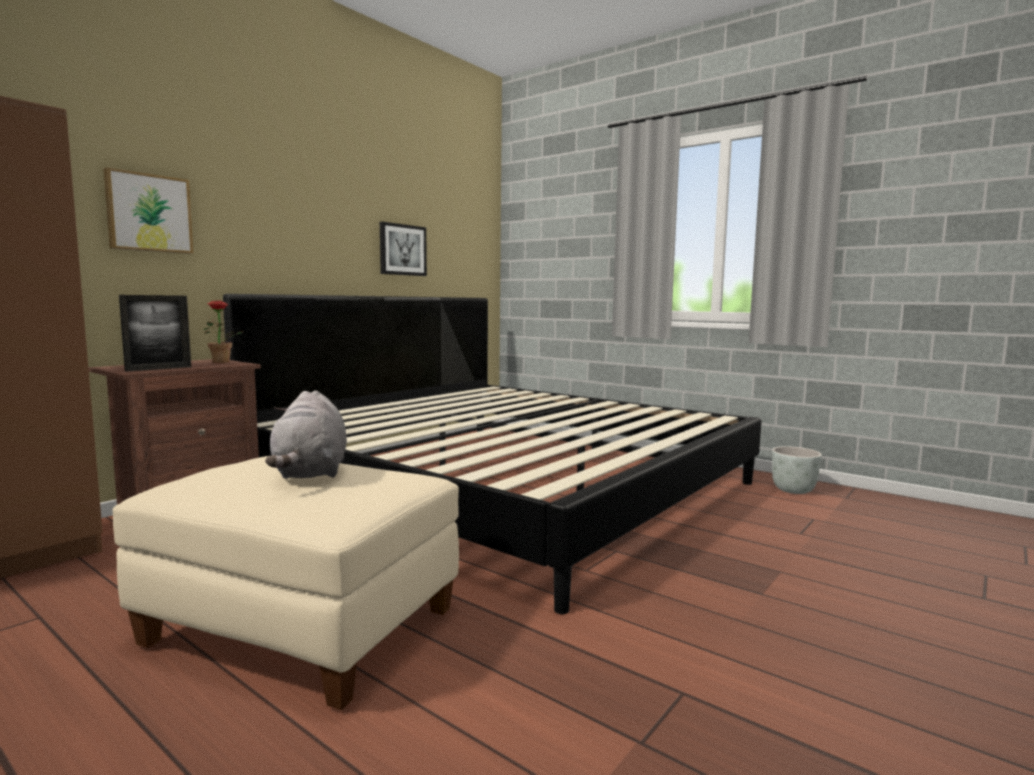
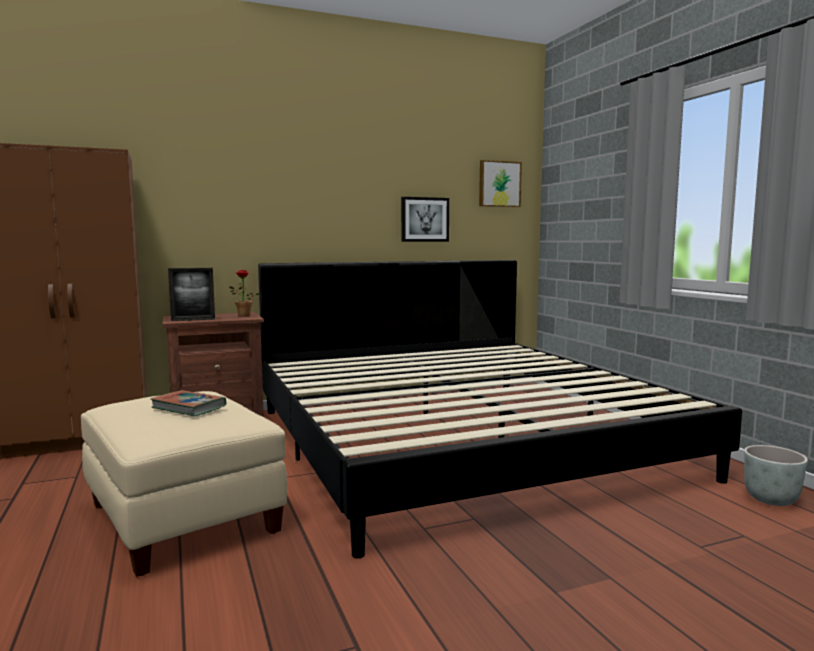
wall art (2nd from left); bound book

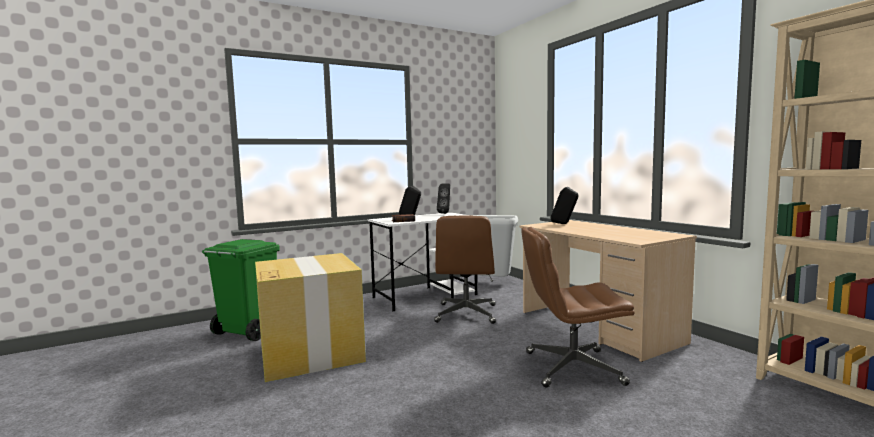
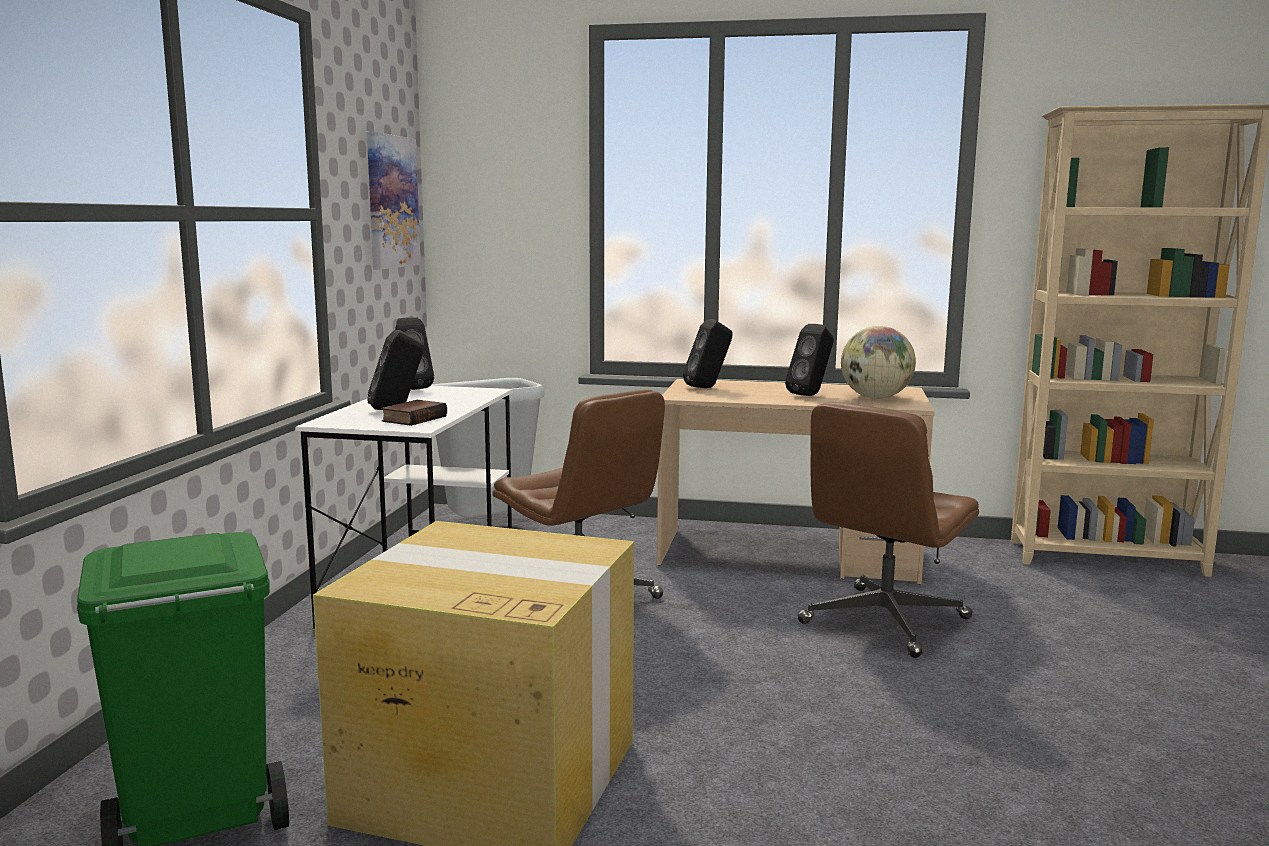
wall art; black-coloured speaker (4th from left); world globe

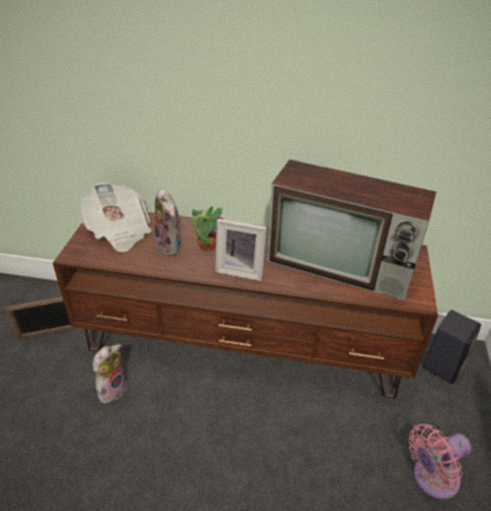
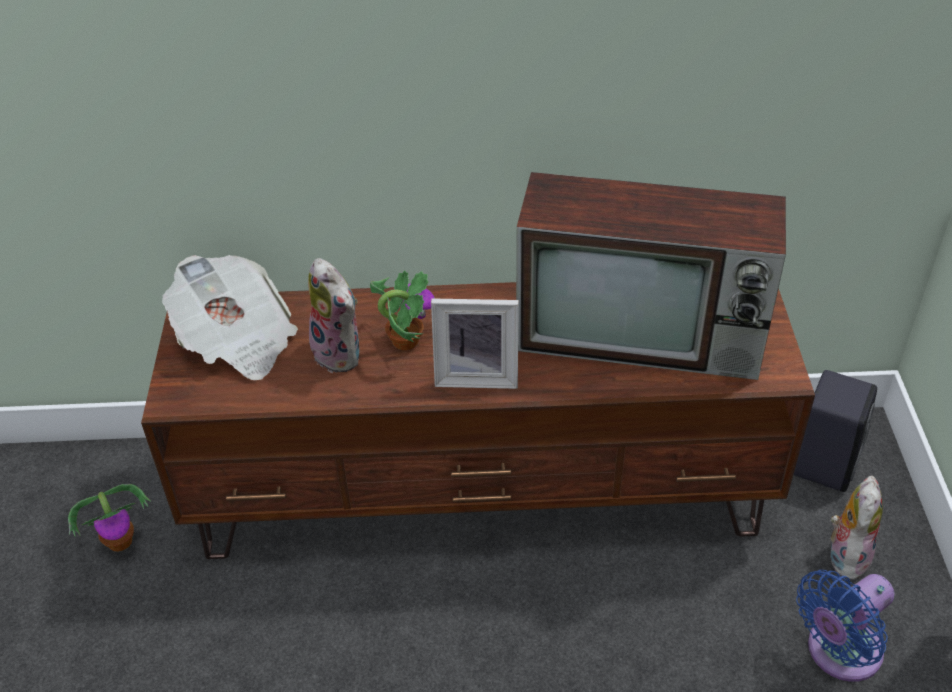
plush toy (2nd from left); plant in a pot (1st from left); bluish electric fan

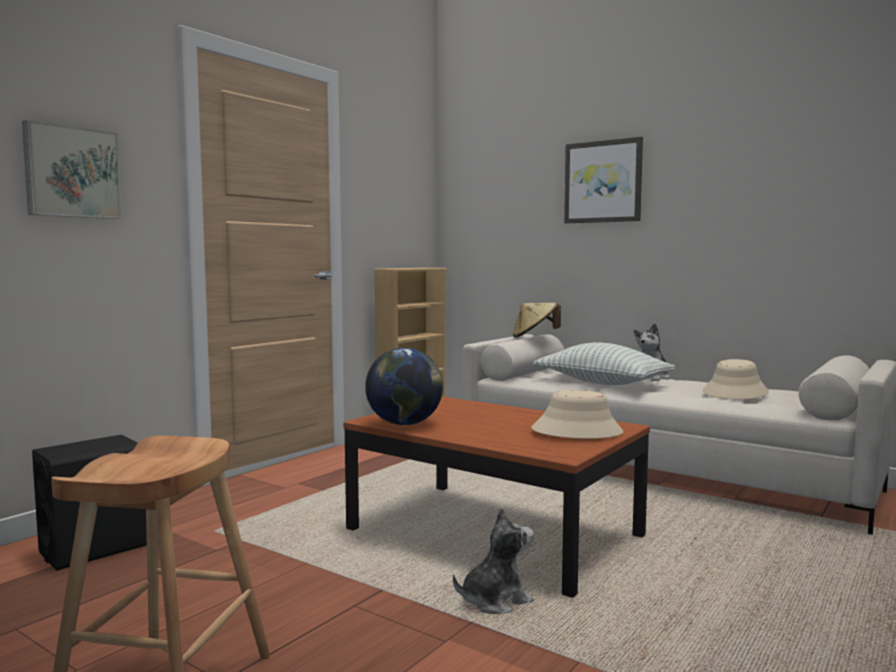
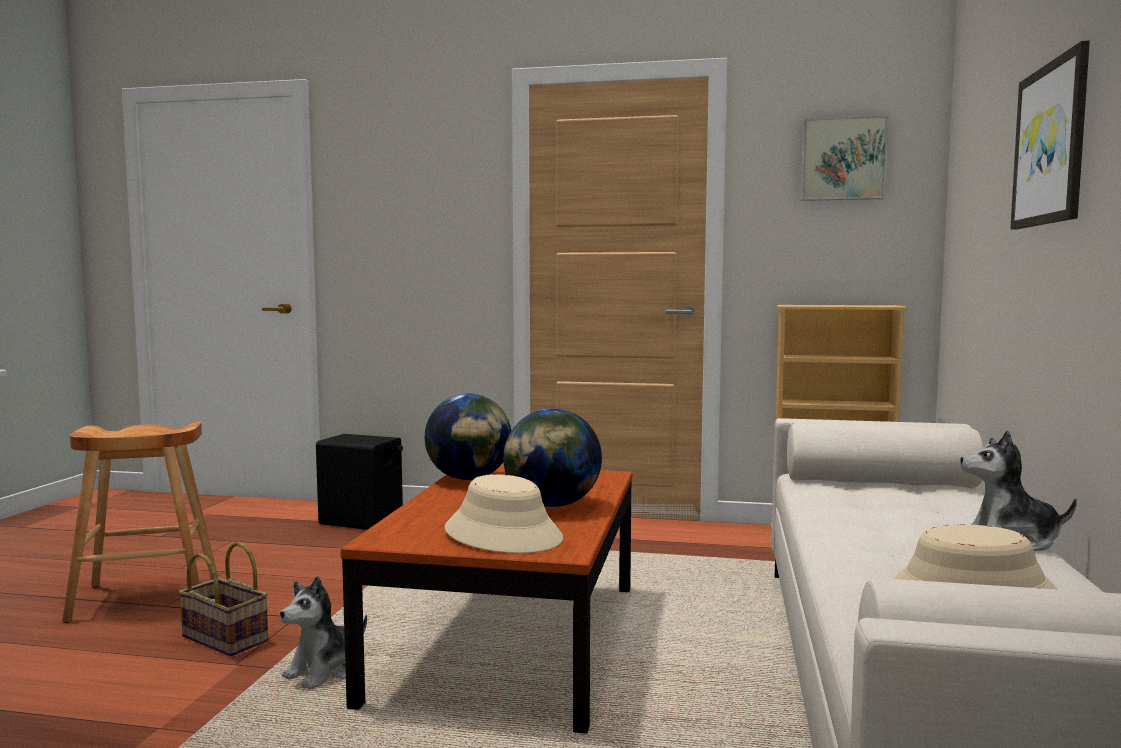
beige wearable hat (1st from left in the first image); throw pillow; storage basket; world globe (2nd from left); wall art (1st from left); plush toy (1st from left)

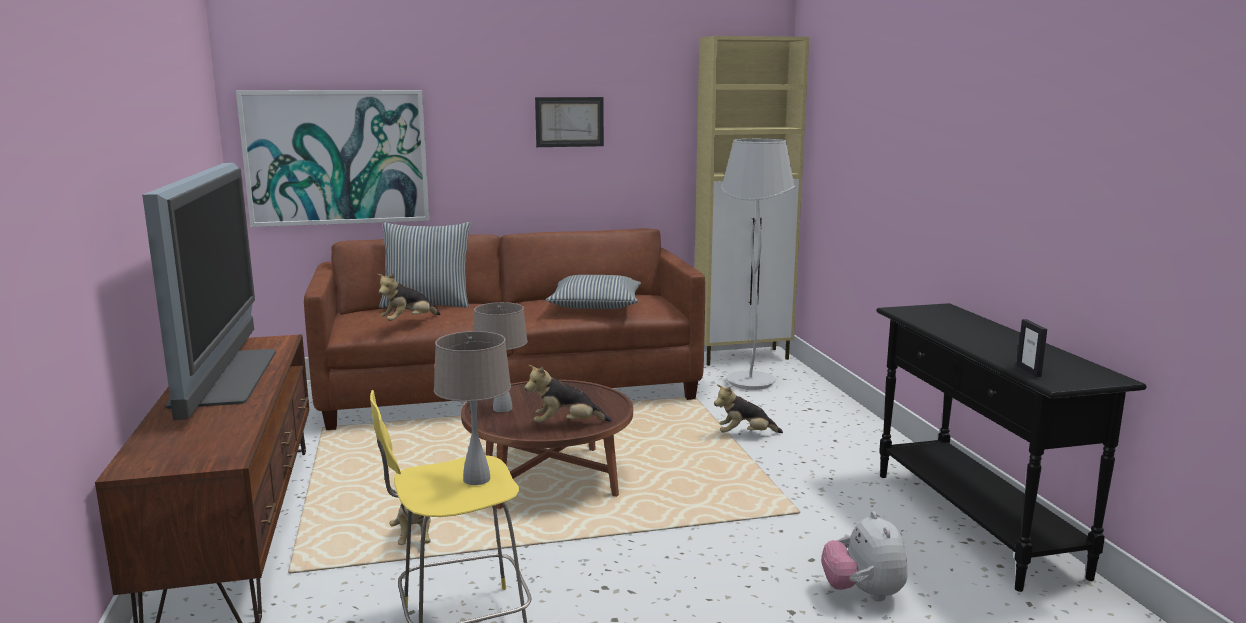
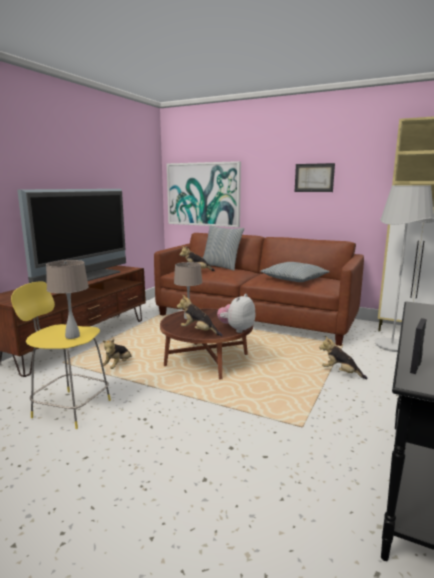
plush toy (4th from left)

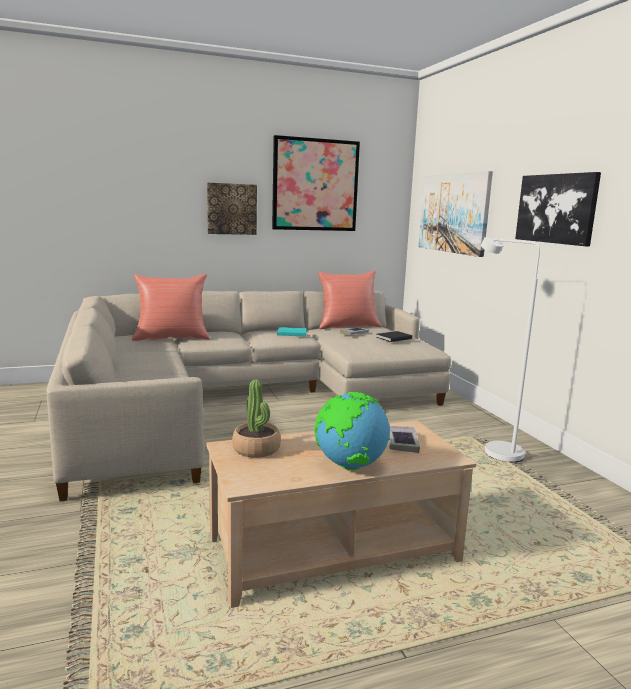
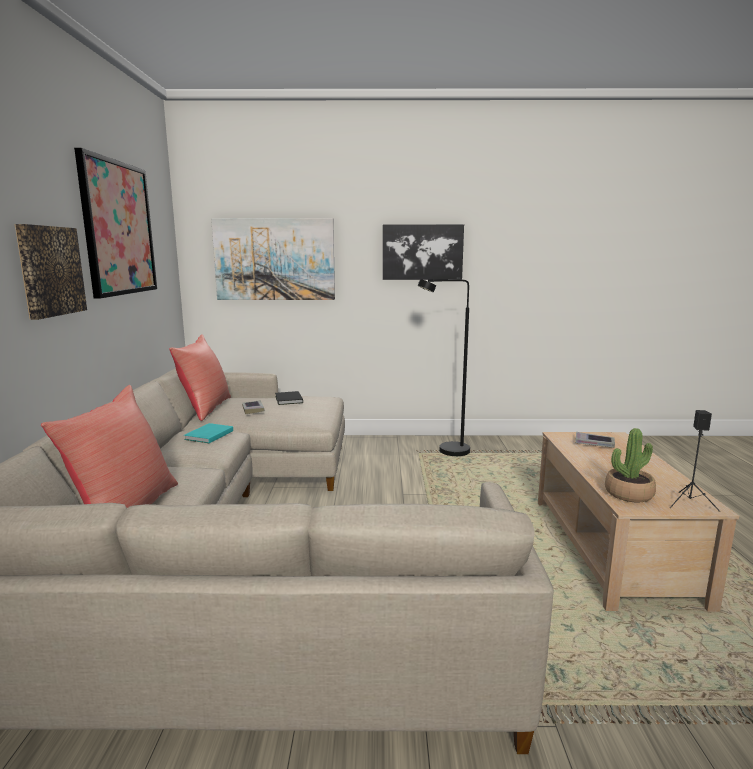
world globe; black-coloured speaker; black-coloured standing lamp

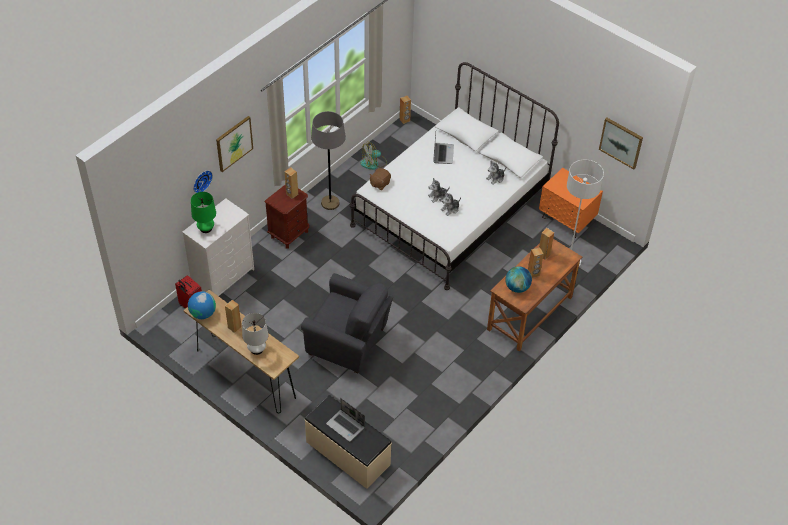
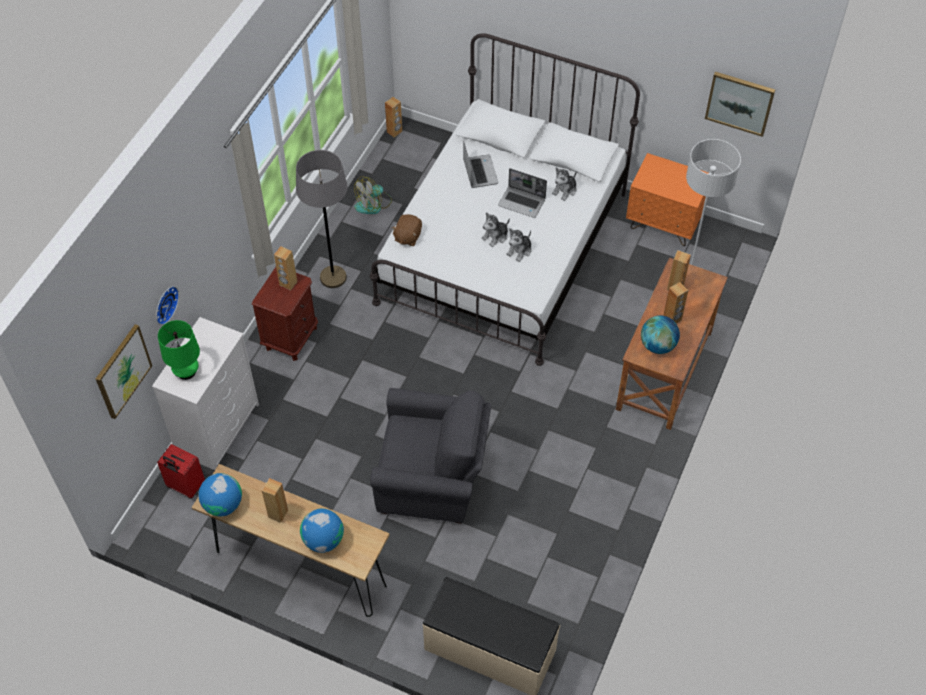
wall art (1st from left); notebook computer (2nd from left); world globe (2nd from left)

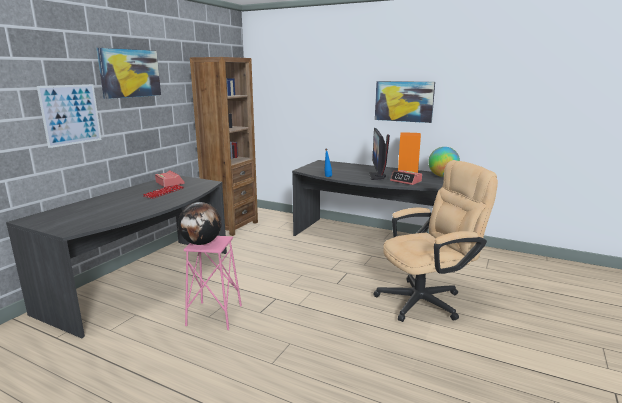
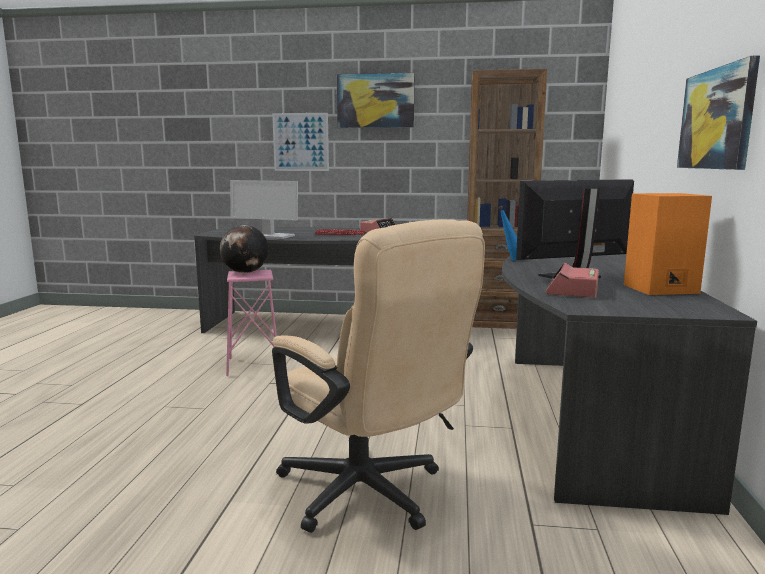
world globe (2nd from left in the first image); monitor (1st from left)

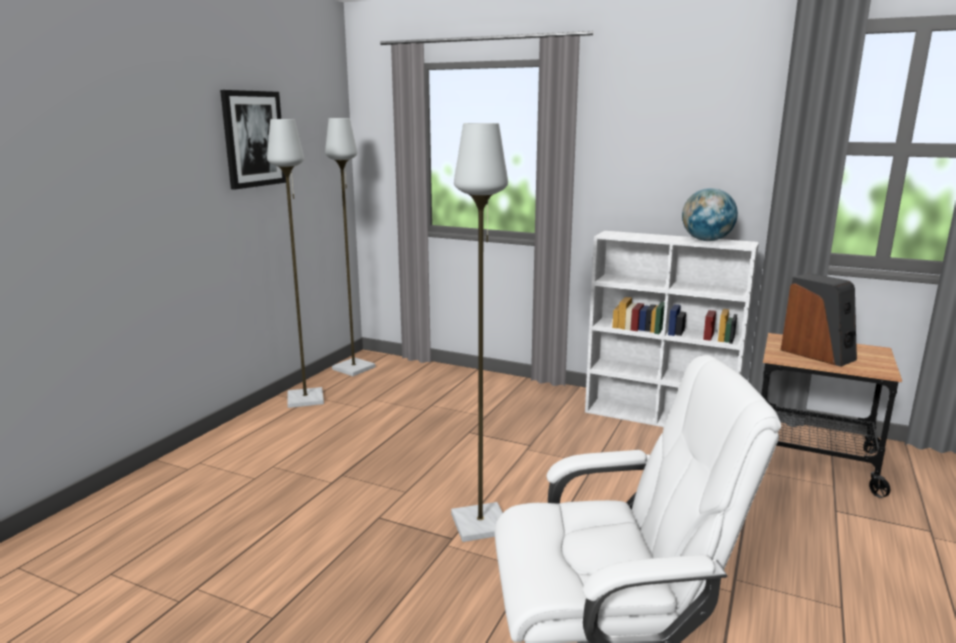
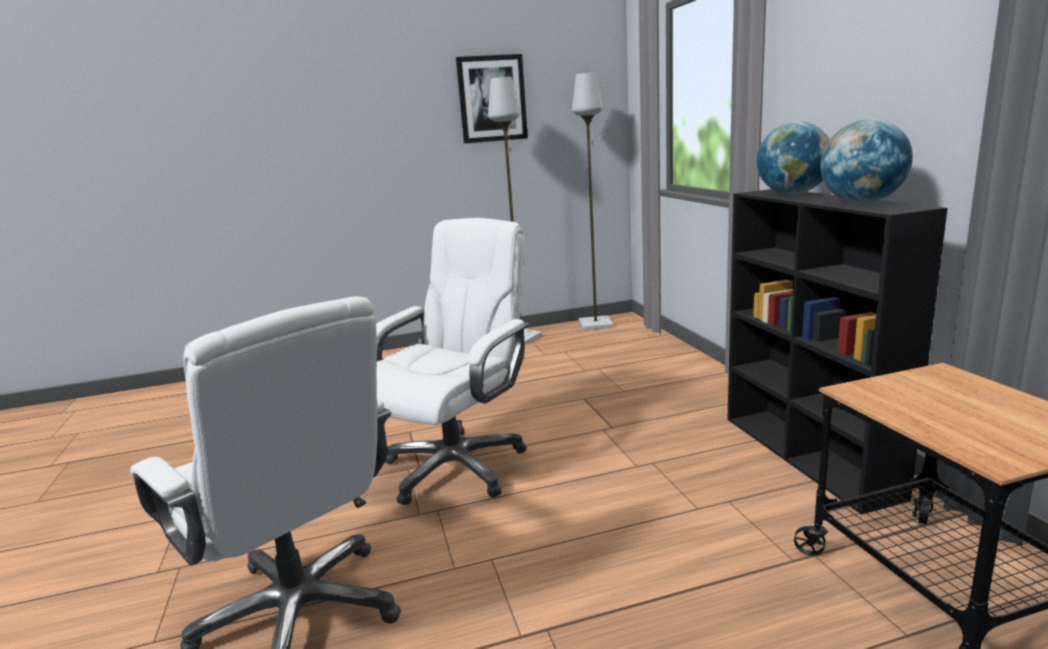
speaker; world globe (1st from left); whitish computer chair (2nd from left); black-coloured bookshelf

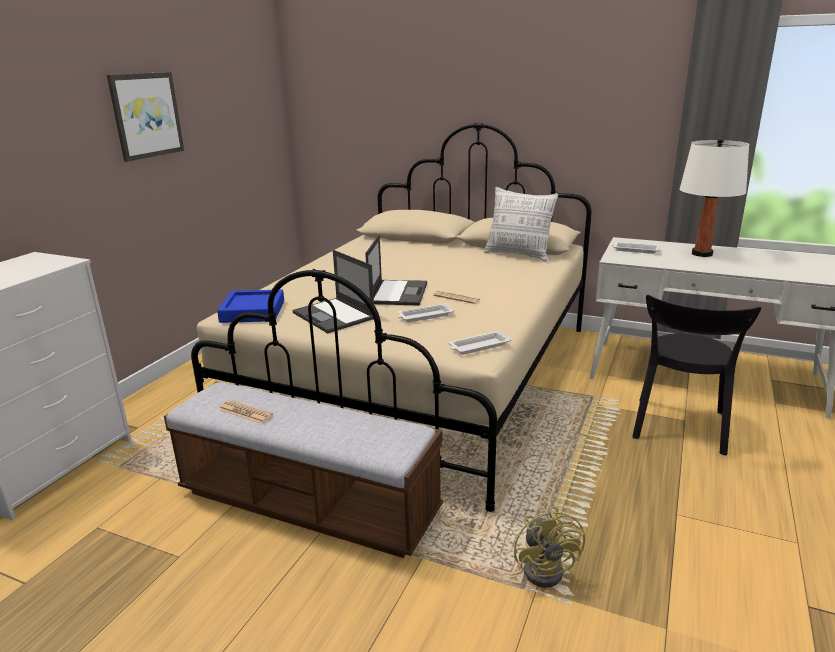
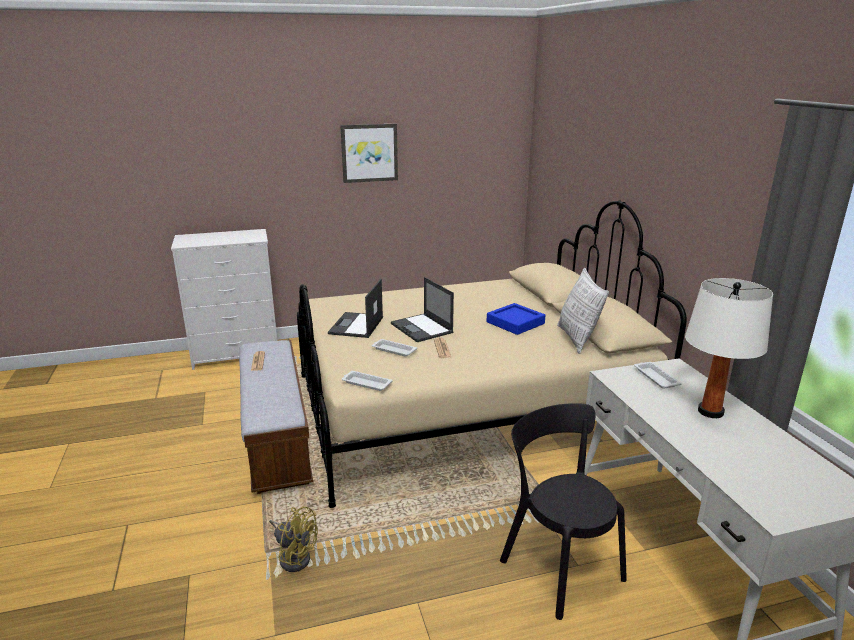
bluish tray; notebook computer (2nd from left); yellow-coloured electric fan; black-coloured plain chair

